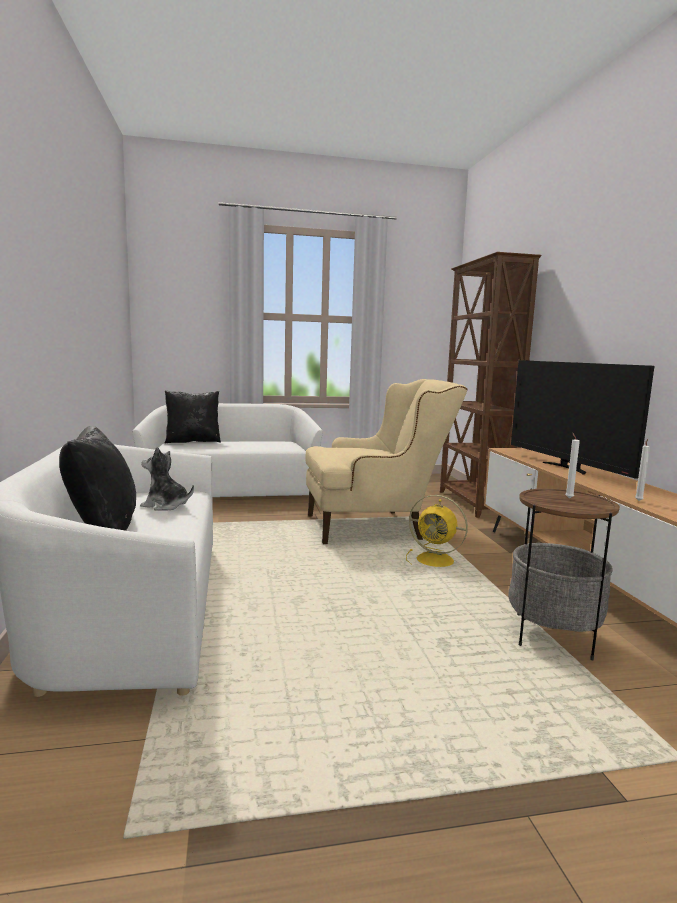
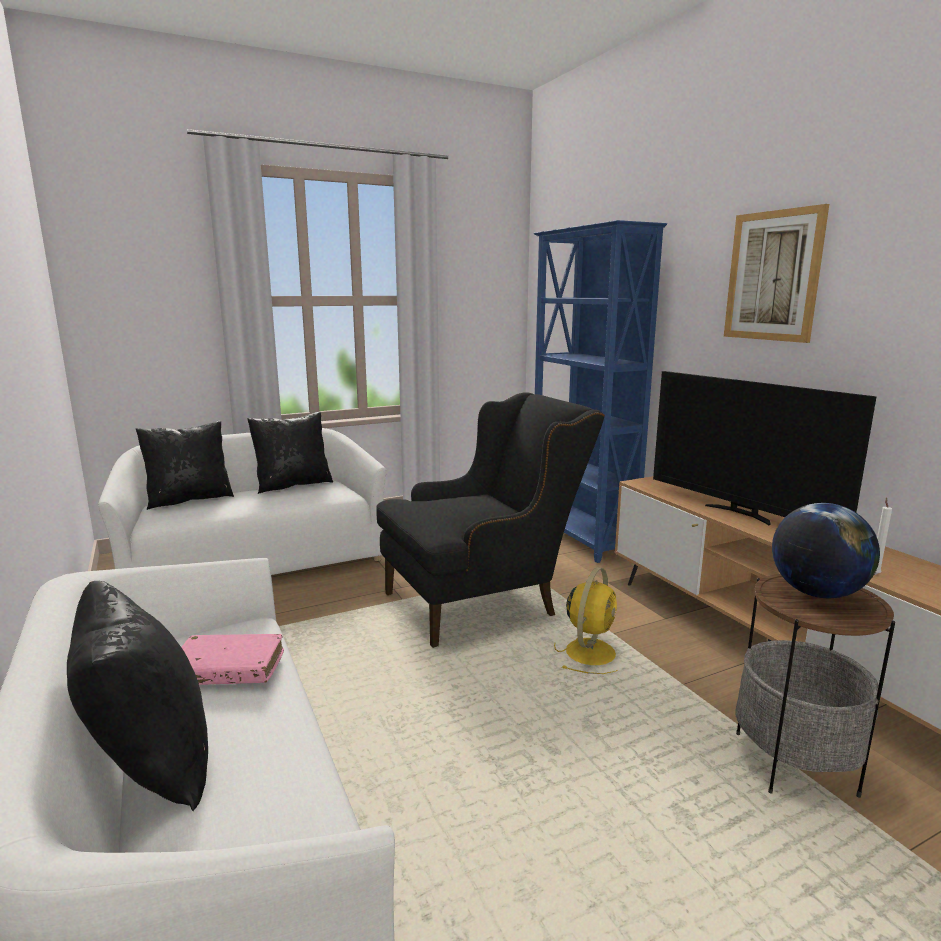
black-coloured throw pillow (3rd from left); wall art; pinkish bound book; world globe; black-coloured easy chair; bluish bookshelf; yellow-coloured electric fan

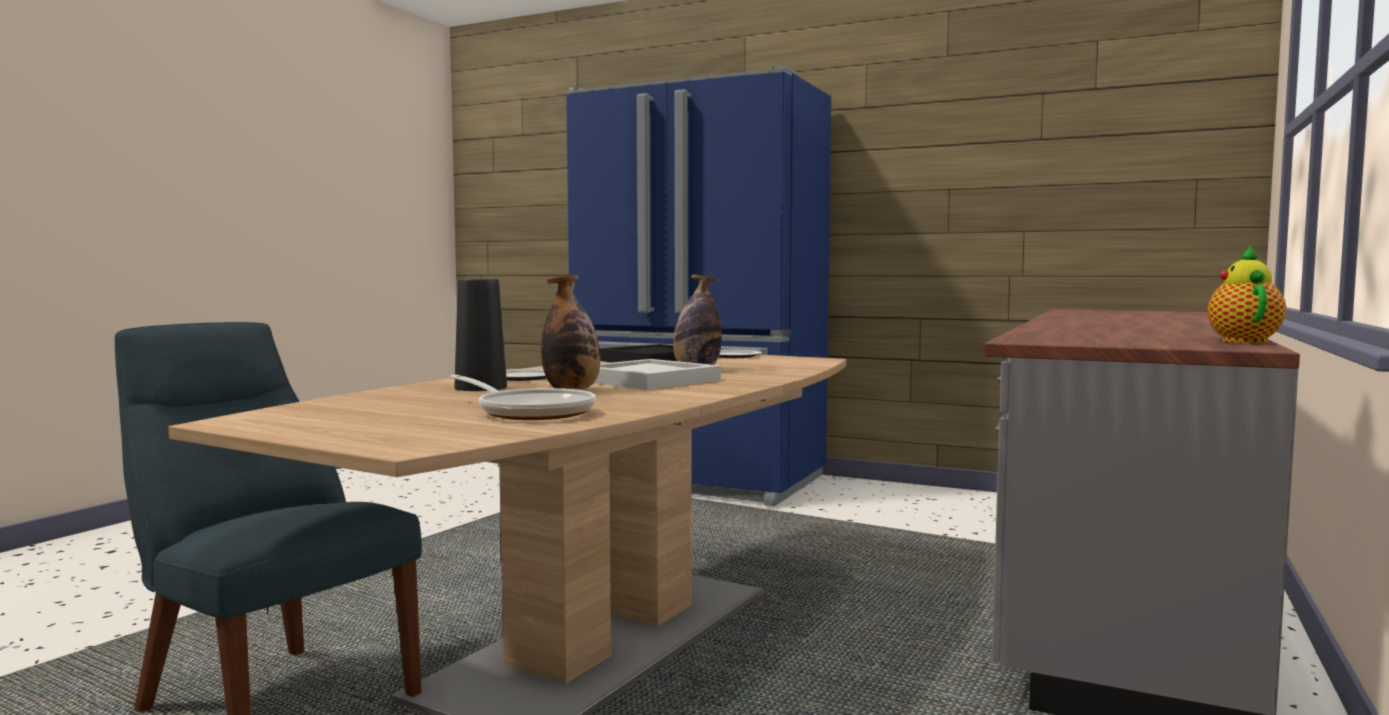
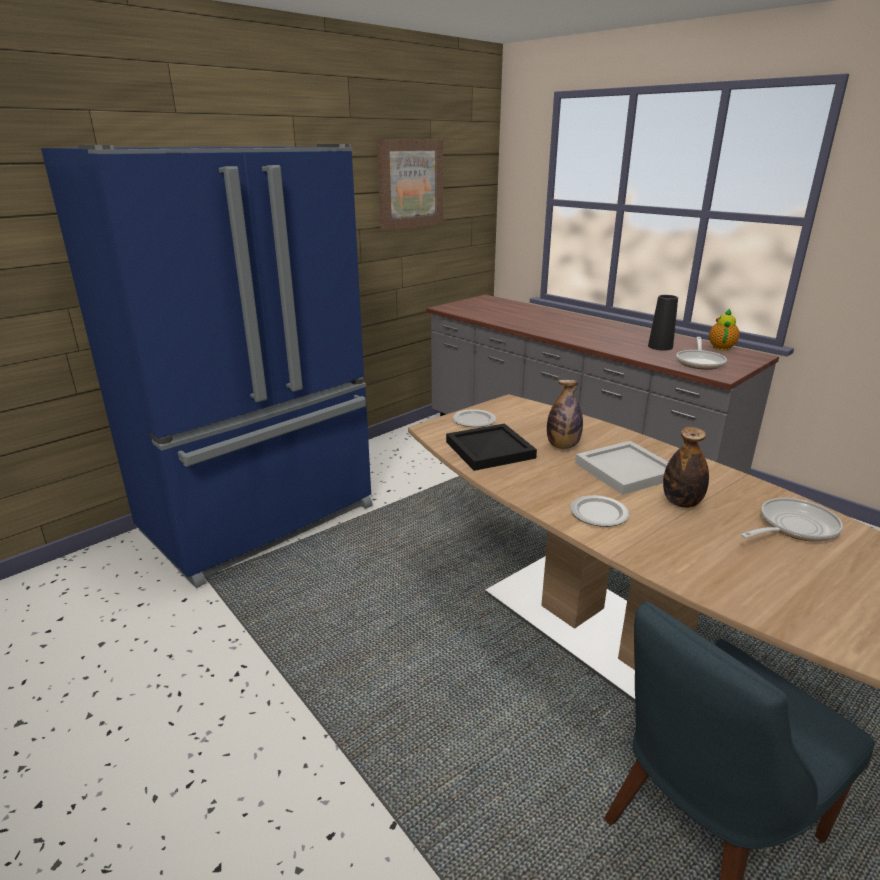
wall art; frying pan (1st from left); black-coloured decorative vase; teapot

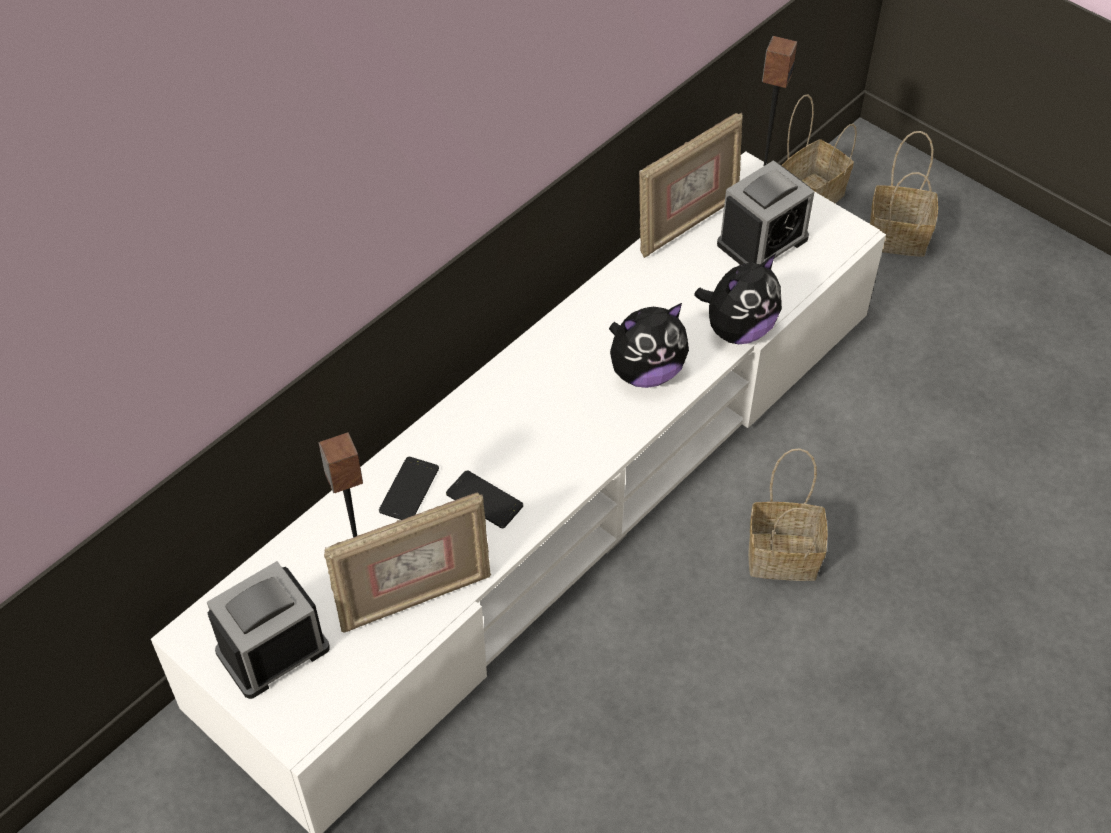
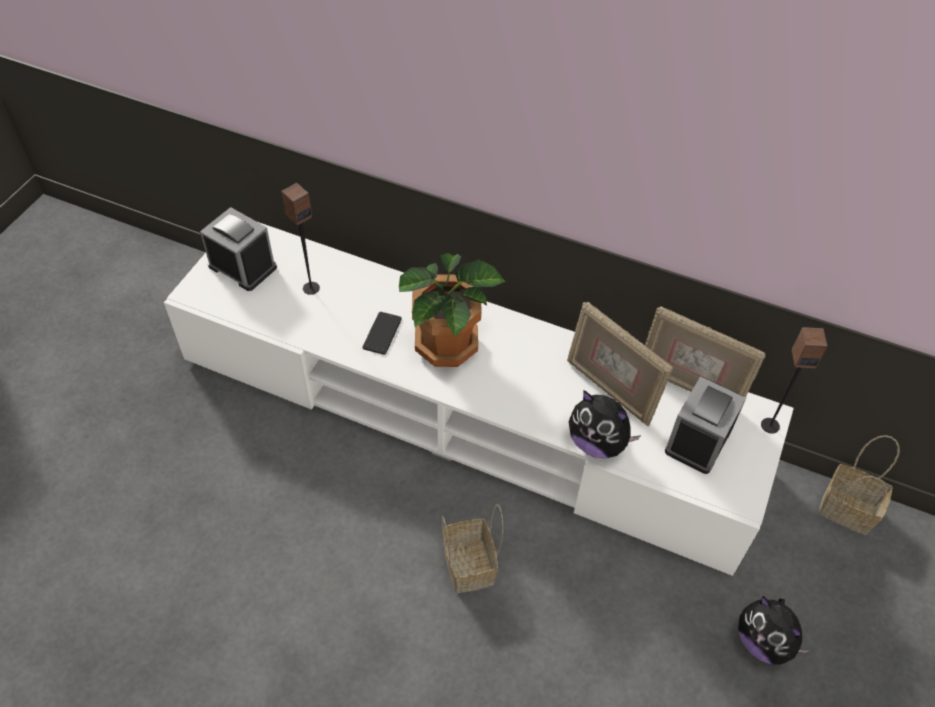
handset (1st from left in the first image); storage basket (3rd from left in the first image); plant in a pot; standing frame (1st from left); plush toy (2nd from left); bedside clock (2nd from left)

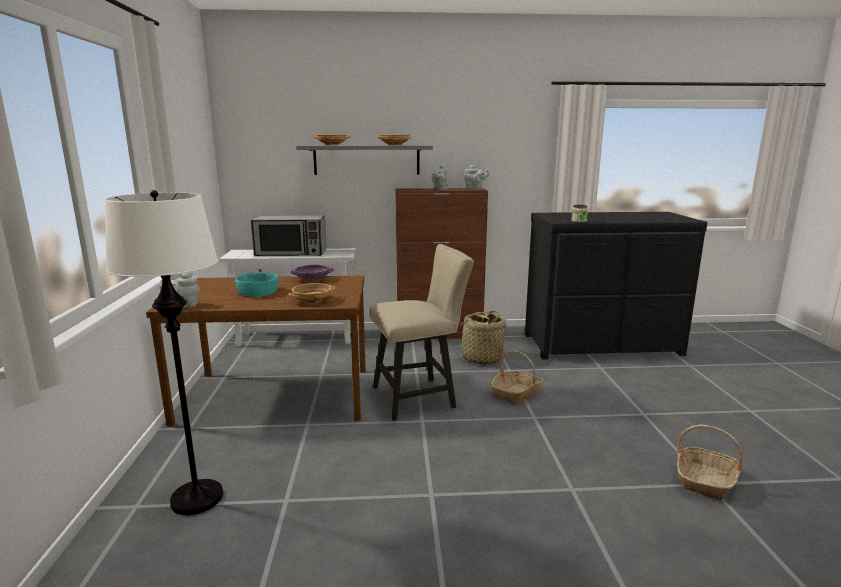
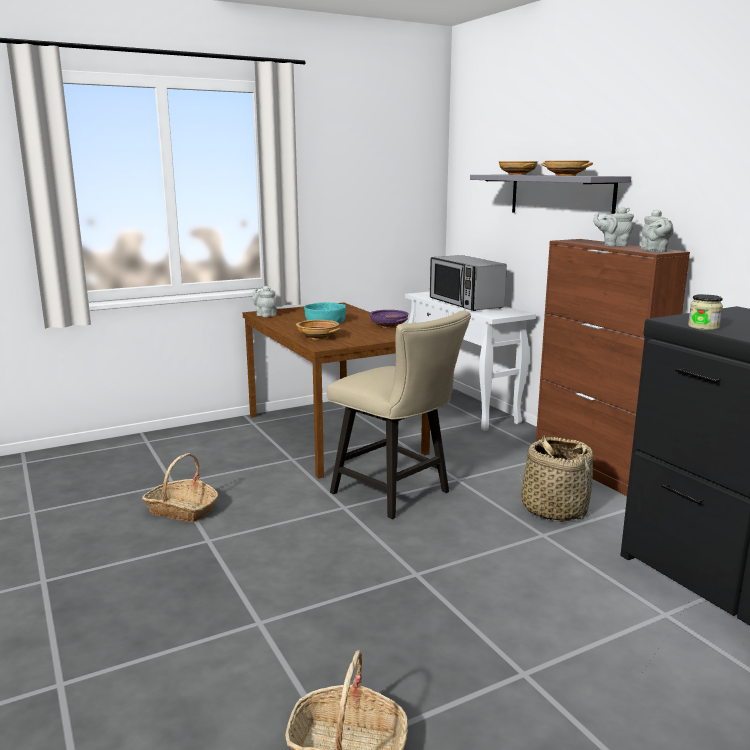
whitish standing lamp; storage basket (1st from left)

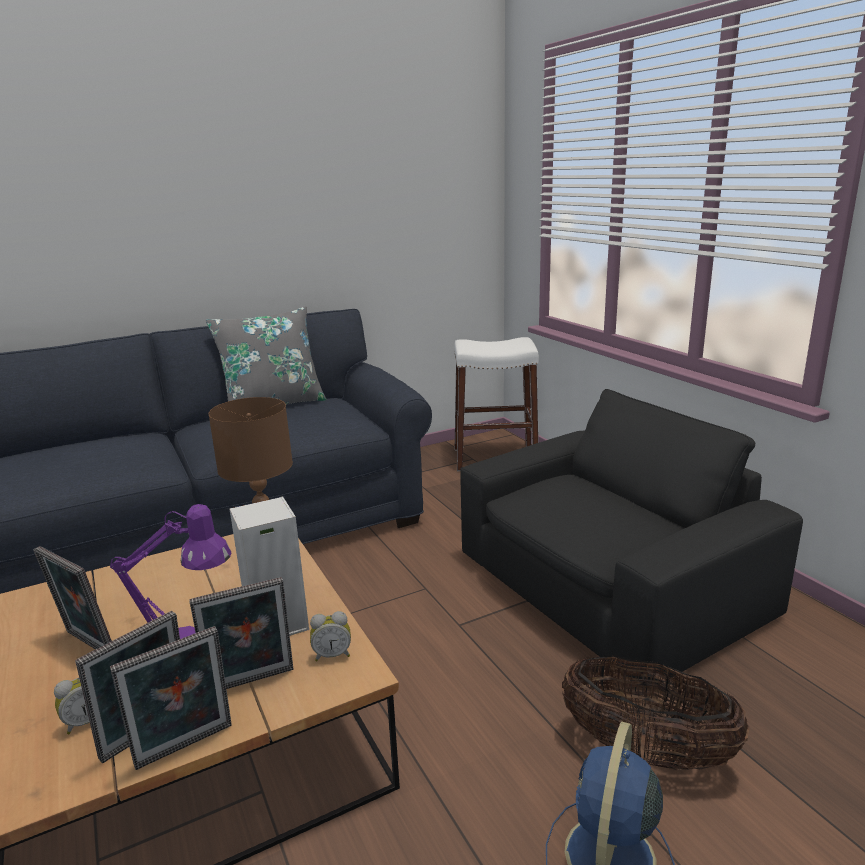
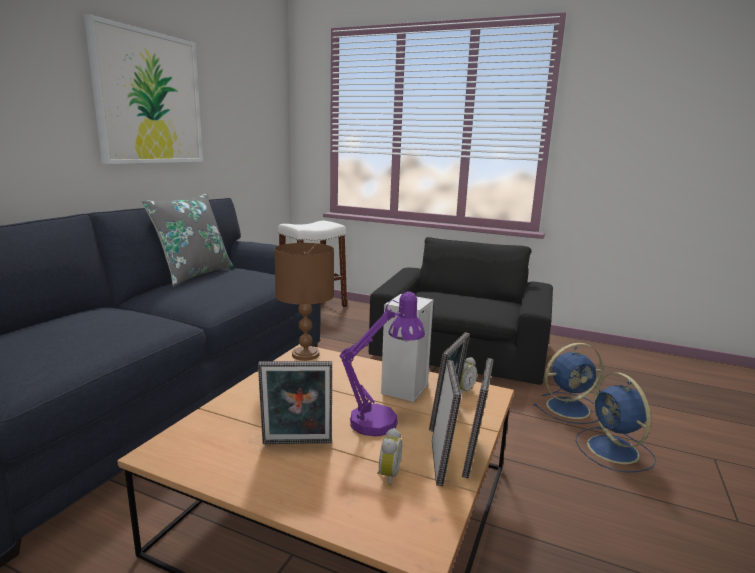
wall art; bluish electric fan (1st from left)

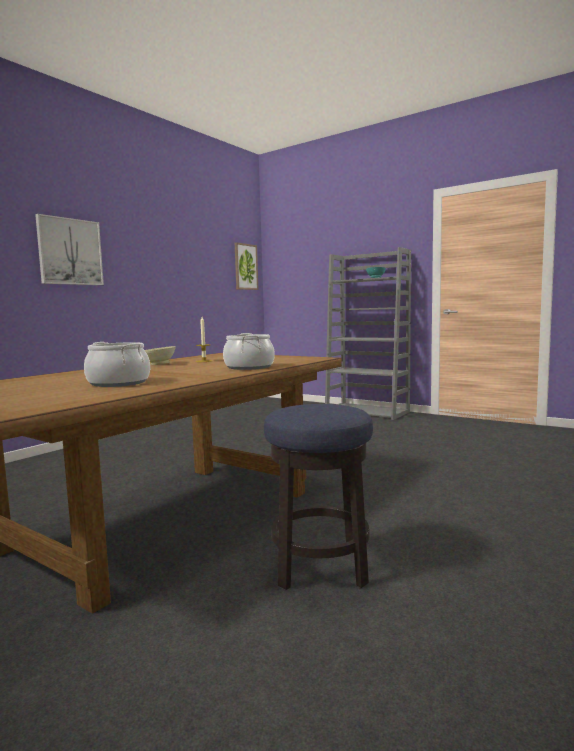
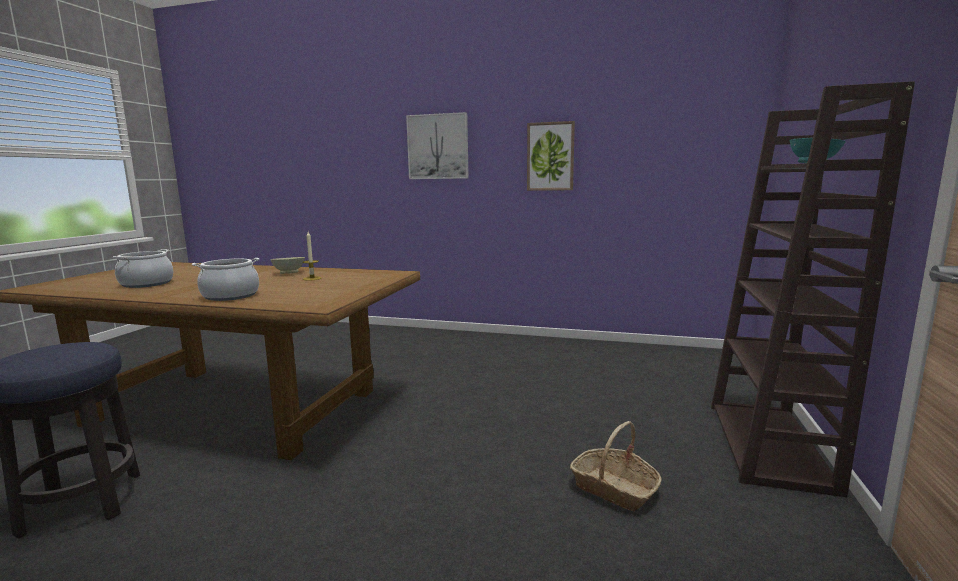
storage basket; wall art (2nd from left); brownish bookshelf

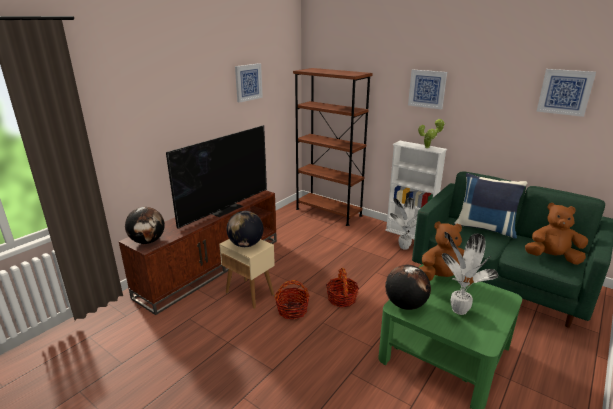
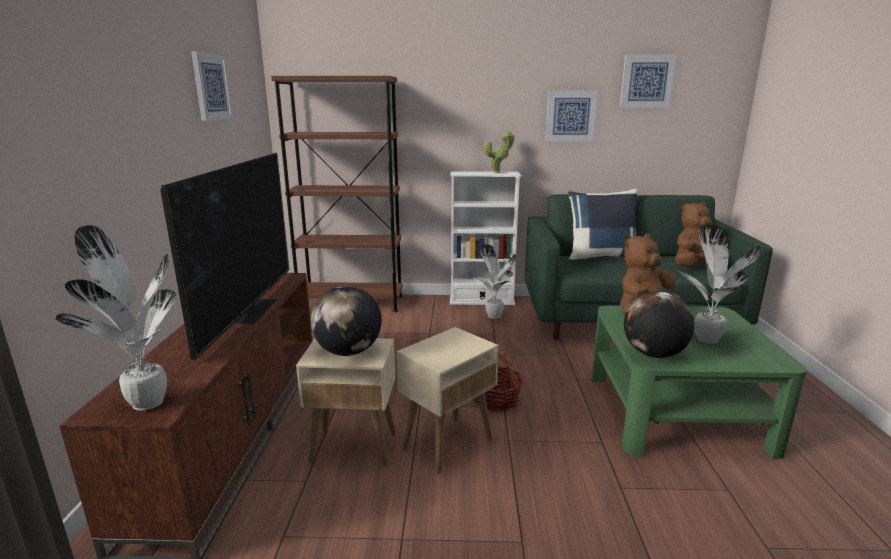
wall art (2nd from left); plant in a pot (1st from left); beige side table (2nd from left)

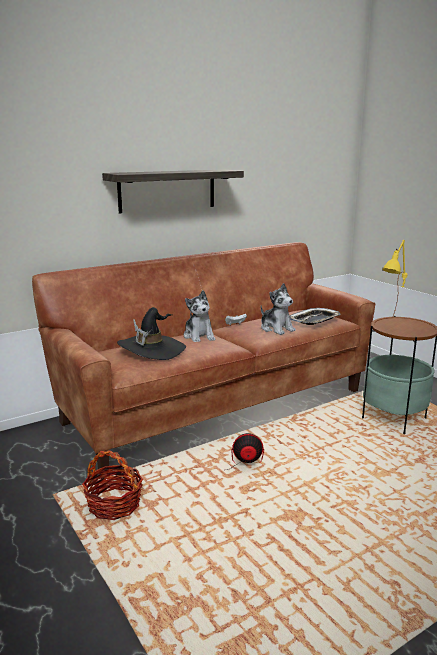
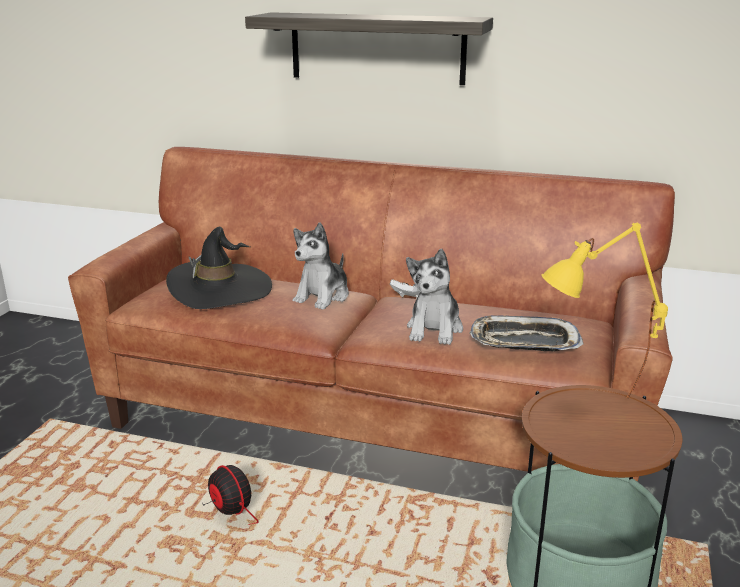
storage basket

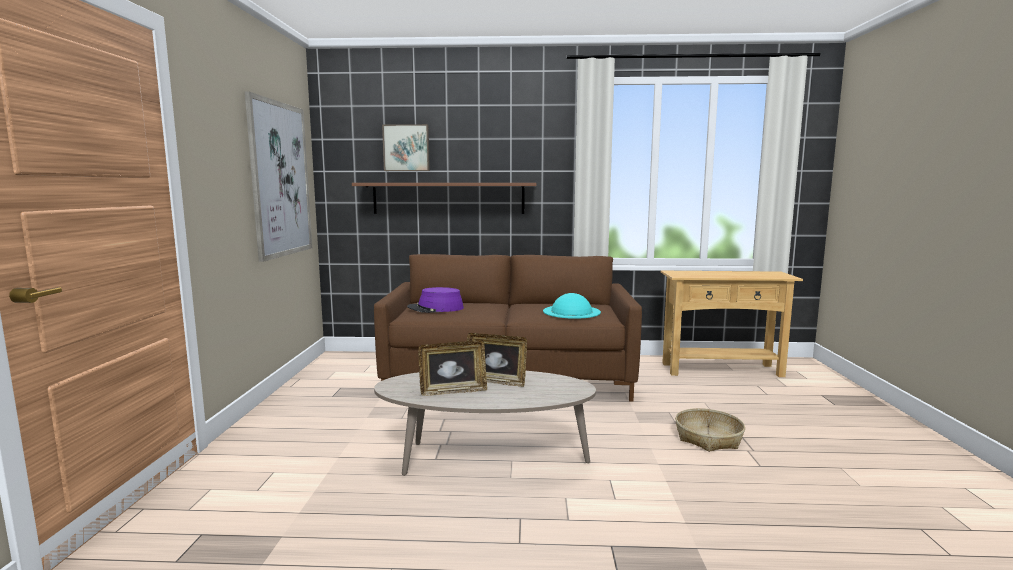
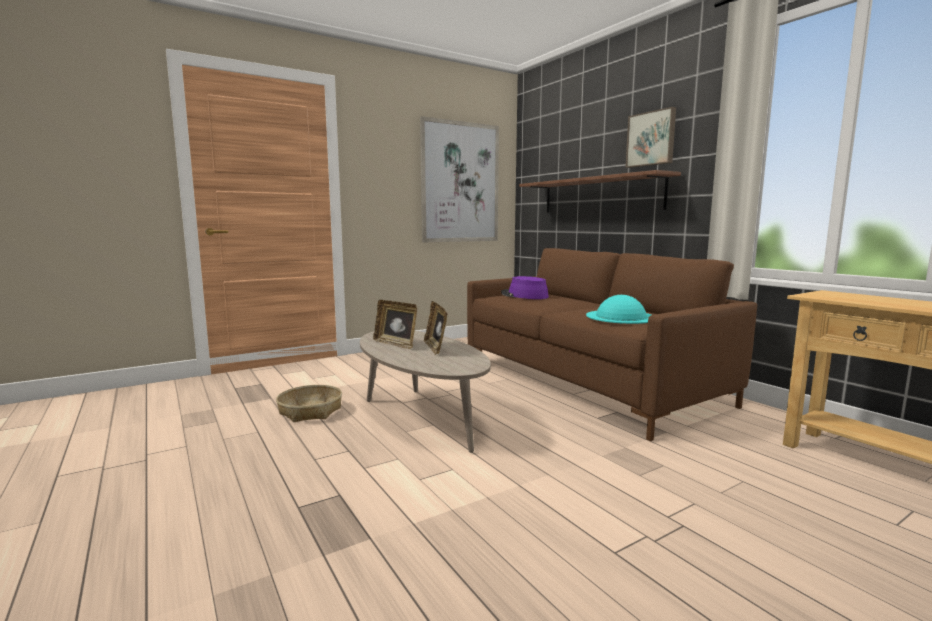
wall art (2nd from left); storage basket

